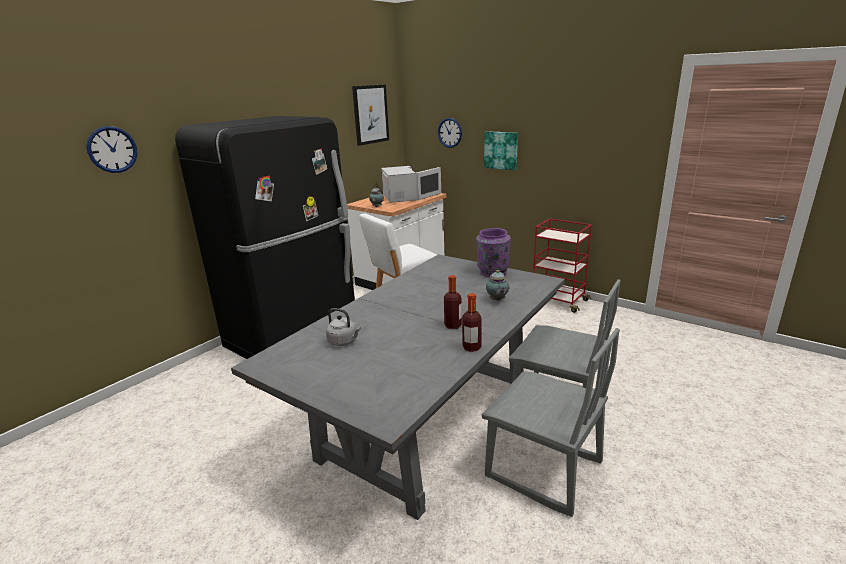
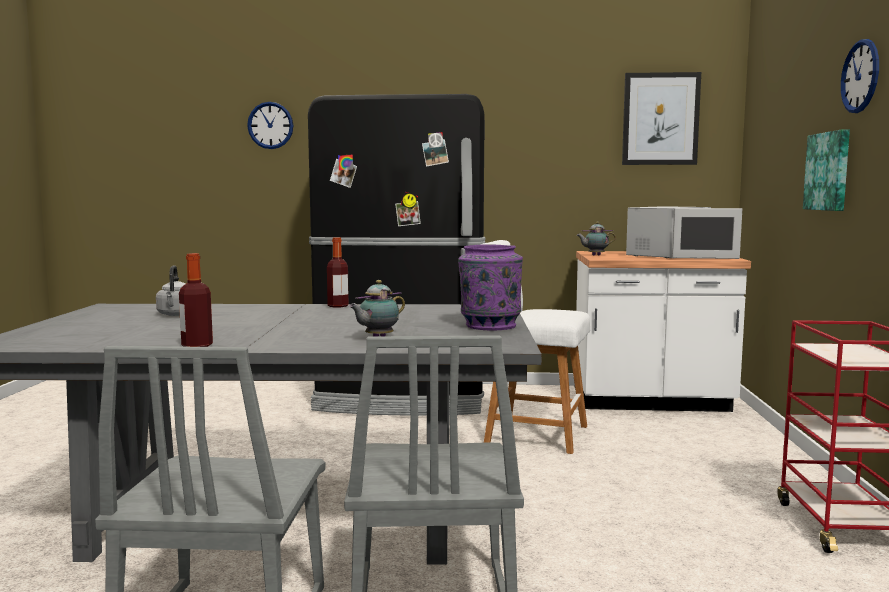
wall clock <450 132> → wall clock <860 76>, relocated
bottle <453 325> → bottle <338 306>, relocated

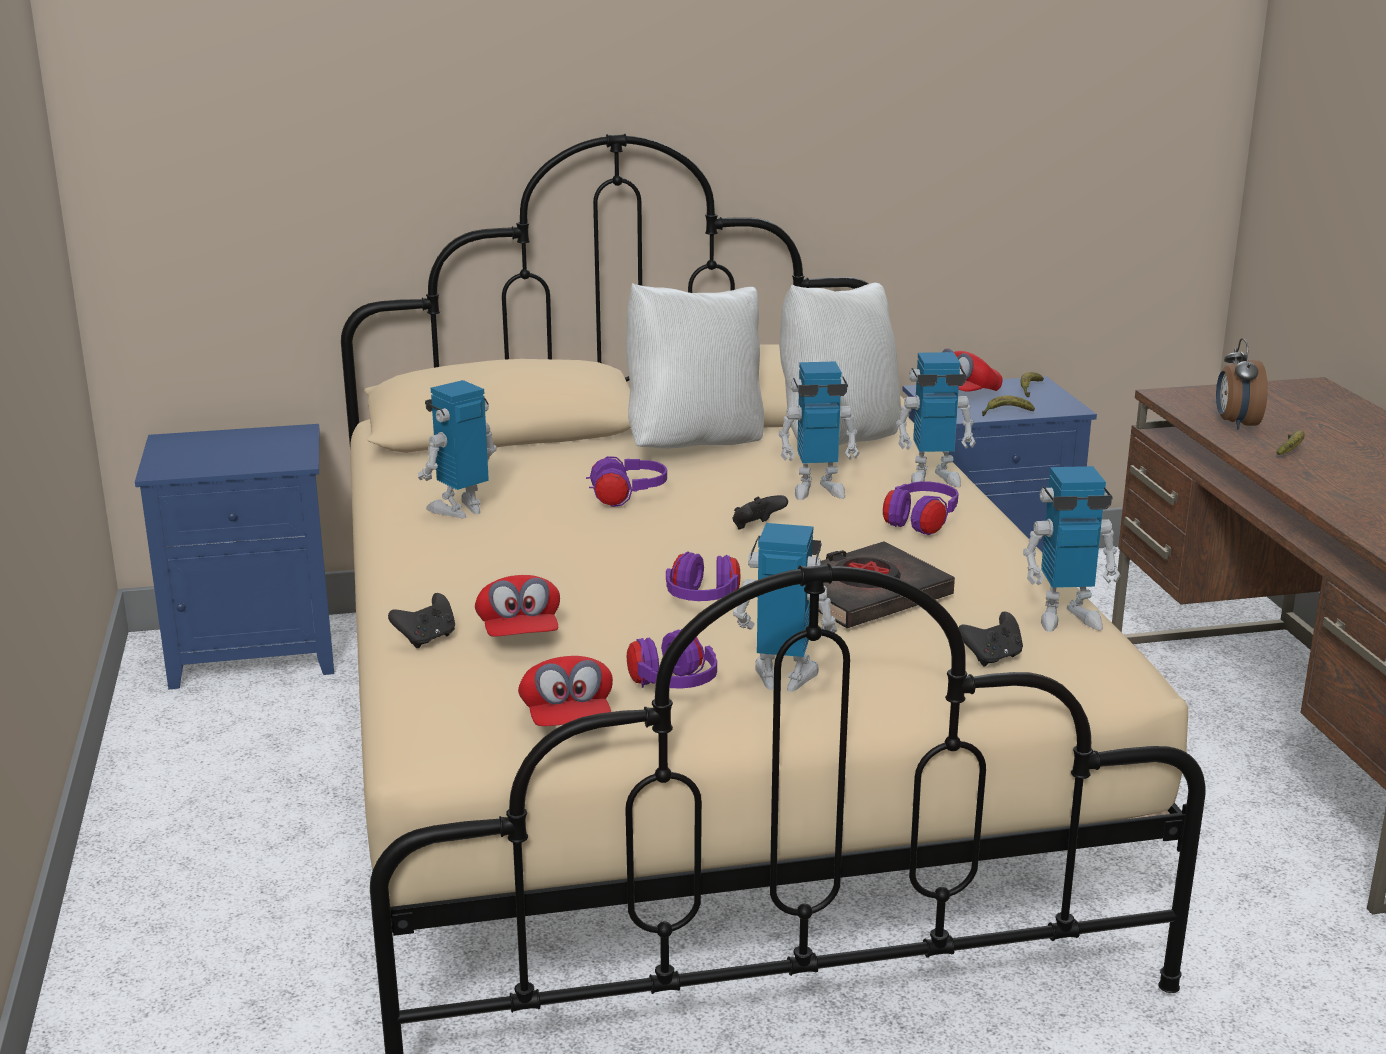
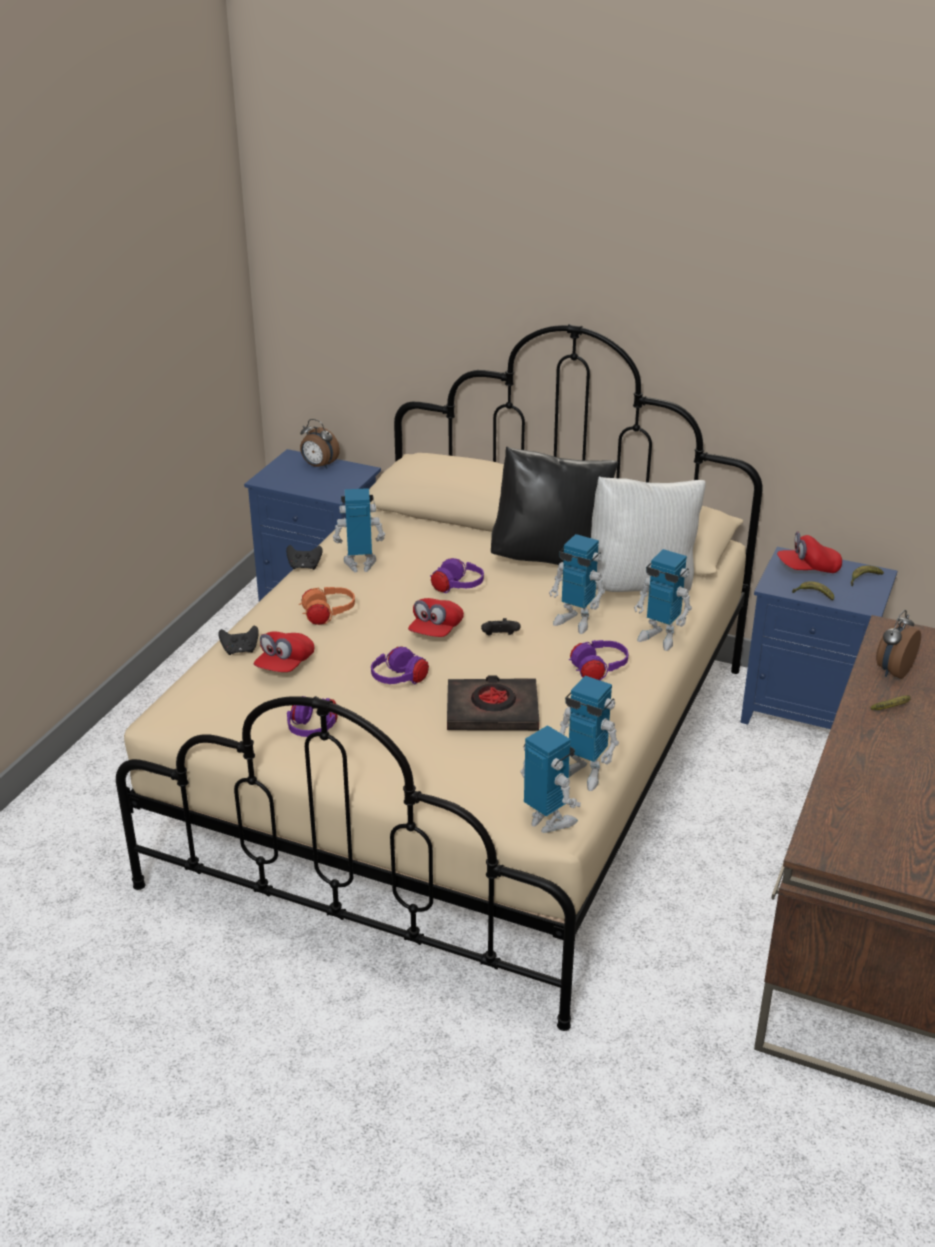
white pillow <694 445> → black pillow <551 558>
toy robot <783 679> → toy robot <548 821>, relocated
black game controller <992 658> → black game controller <304 566>, relocated
red cap <567 721> → red cap <436 631>, relocated
- → alarm clock <319 466>
- → orange headphones <328 616>

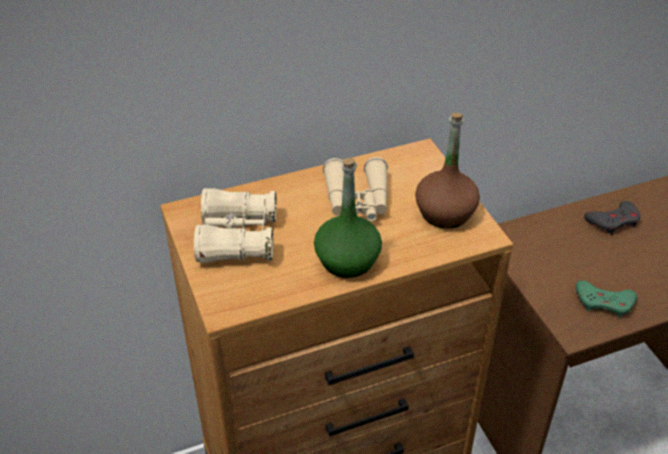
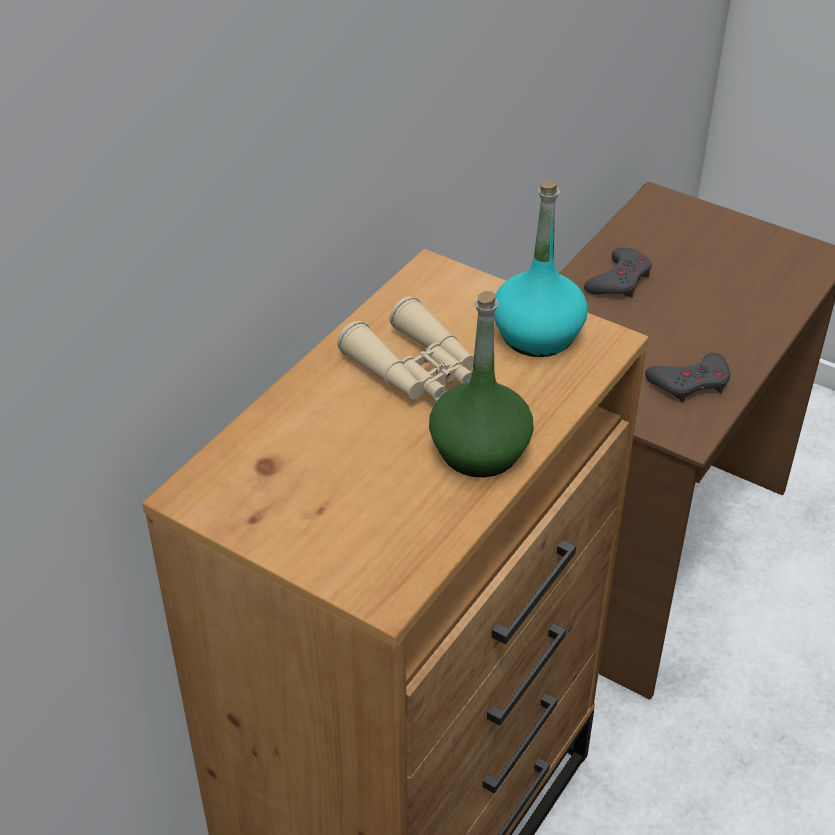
brown bottle <445 213> → turquoise bottle <537 335>
beige binoculars <237 238> → -
green game controller <604 302> → grey game controller <690 383>

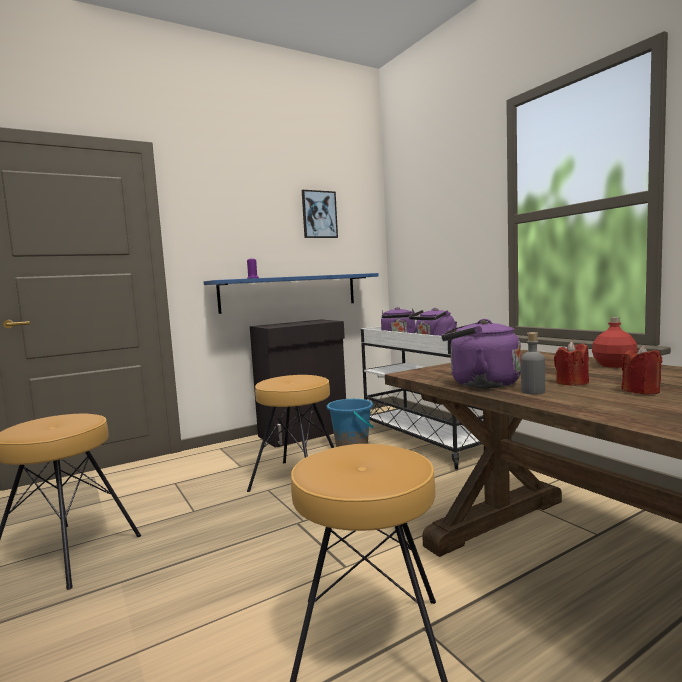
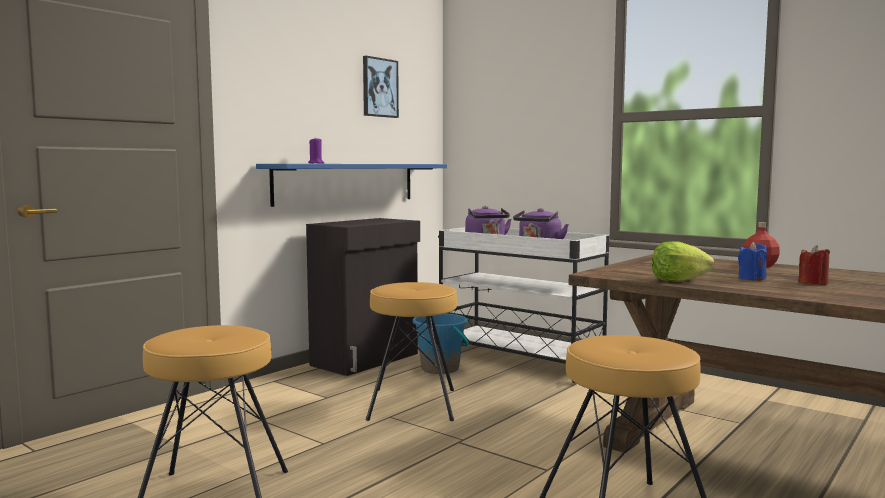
purple kettle <479 384> → lettuce <678 280>
grey bottle <533 391> → -
red candle <571 383> → blue candle <752 278>

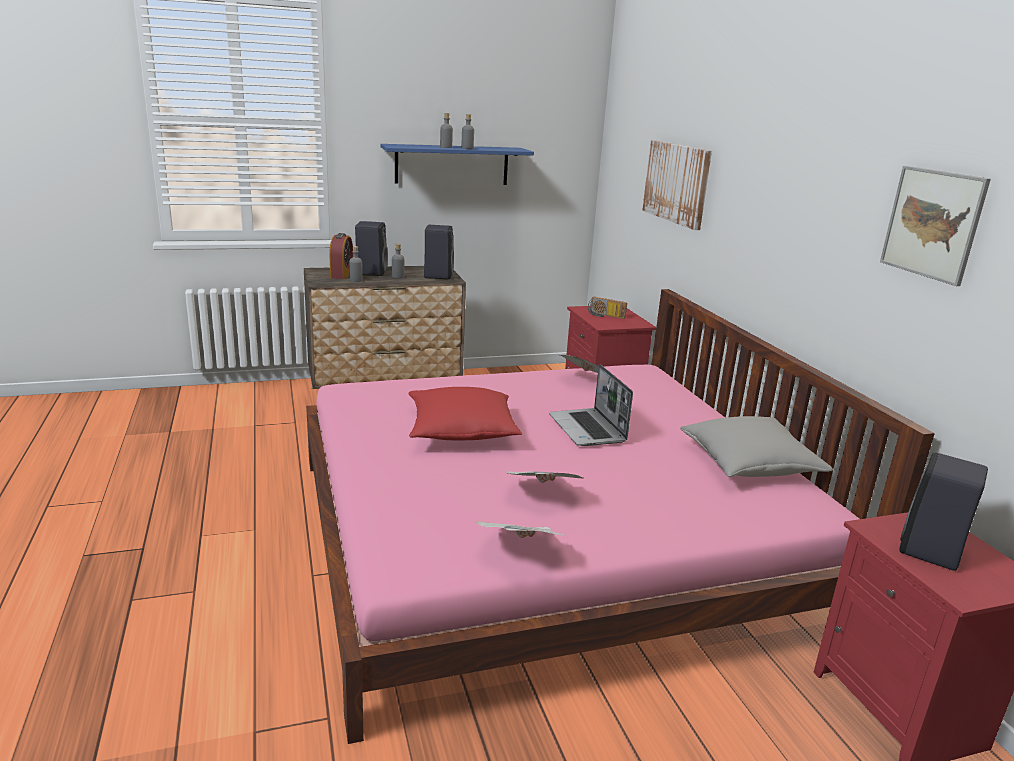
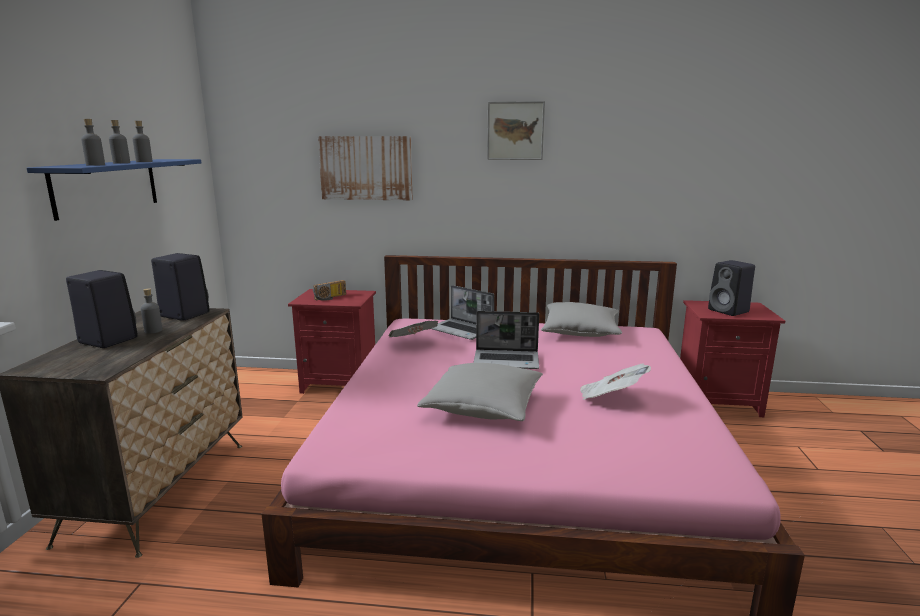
picture <932 223> → picture <515 131>, relocated
alarm clock <342 274> → -
grey bottle <356 280> → grey bottle <95 165>, relocated
red pillow <461 431> → grey pillow <483 407>
newspaper <522 550> → -
- → laptop <462 330>

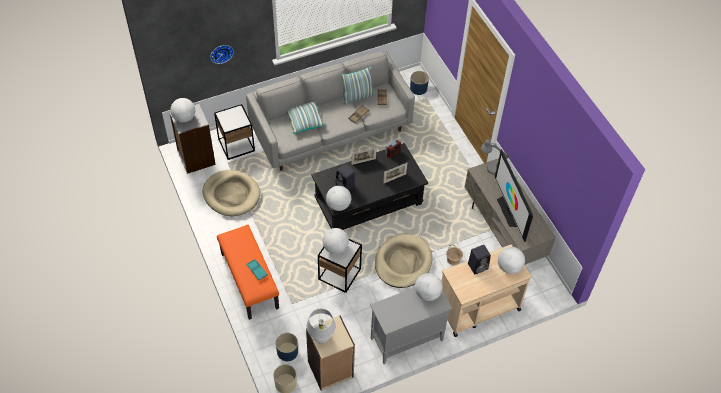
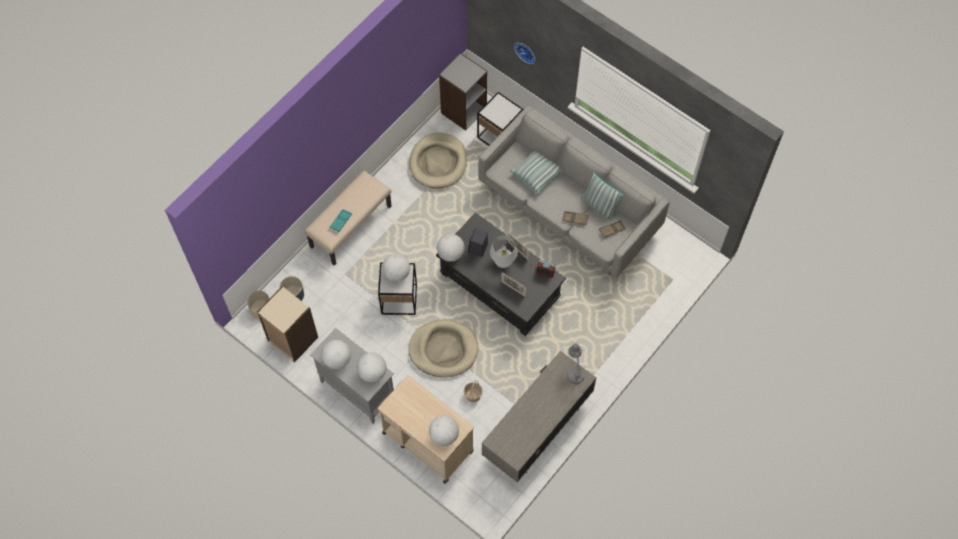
blue planter <418 88> → -
globe <184 118> → globe <337 359>, relocated
television <510 211> → -
orange bench <249 280> → beige bench <350 226>
black speaker <478 266> → -
white table lamp <321 337> → white table lamp <503 262>, relocated

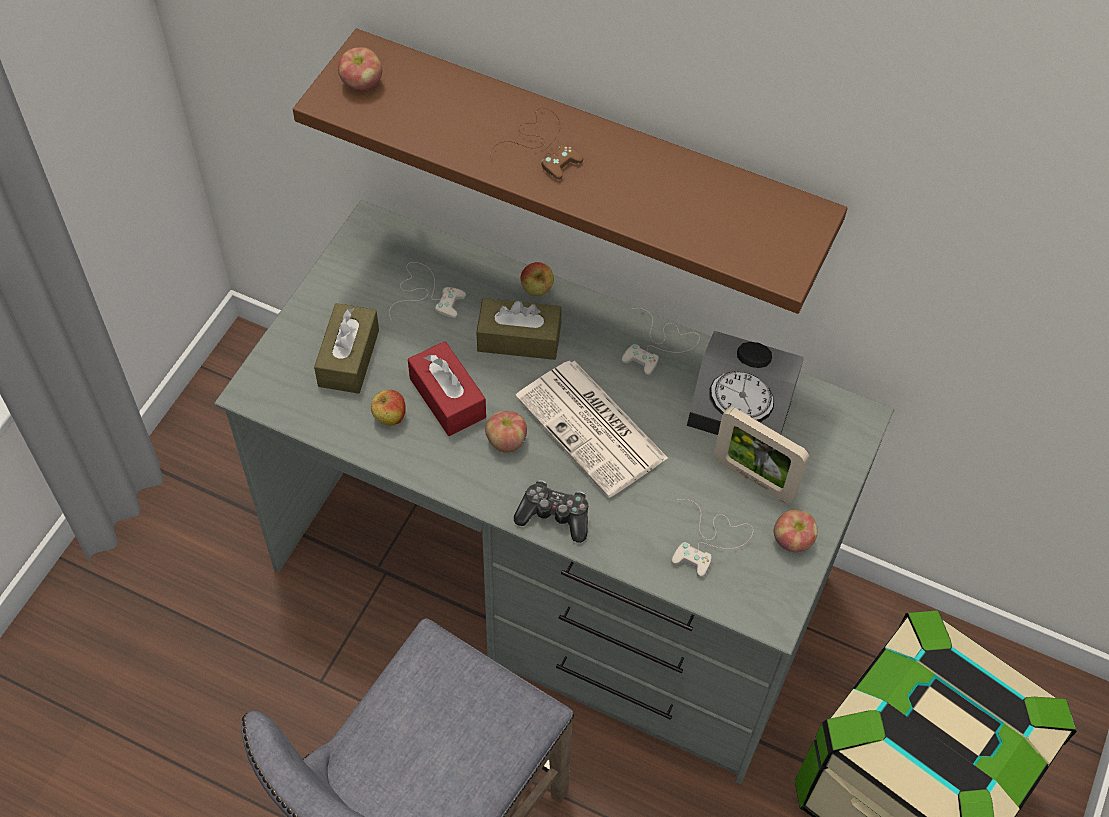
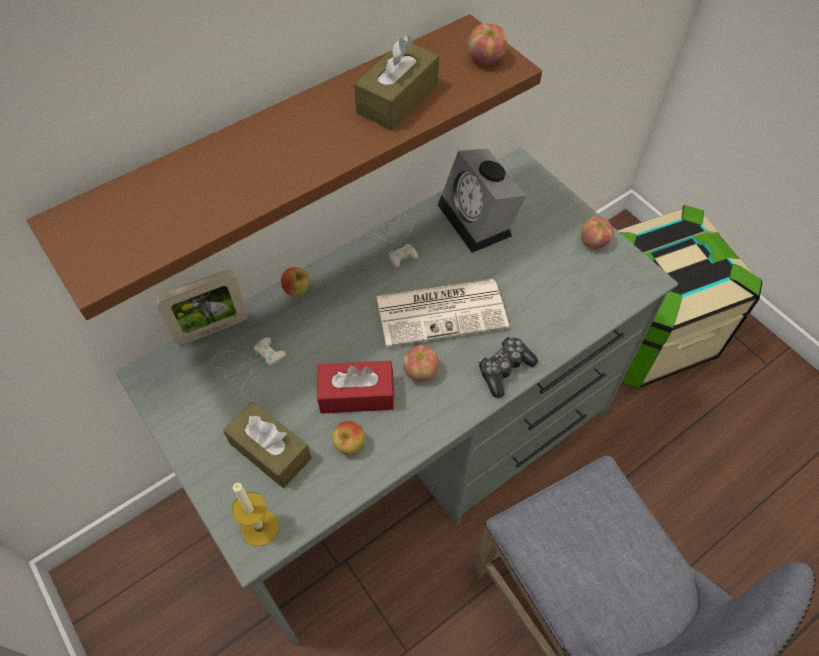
apple <362 84> → apple <486 60>, relocated
brown game controller <542 145> → -
brown tissue box <519 339> → brown tissue box <397 99>, relocated
alarm clock <743 411> → alarm clock <479 220>, 105 degrees clockwise
picture frame <753 479> → picture frame <212 329>, relocated
white game controller <710 540> → -
- → candle <259 527>

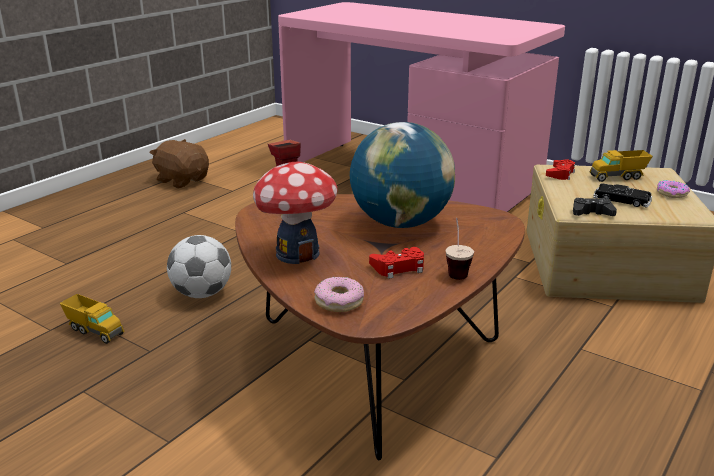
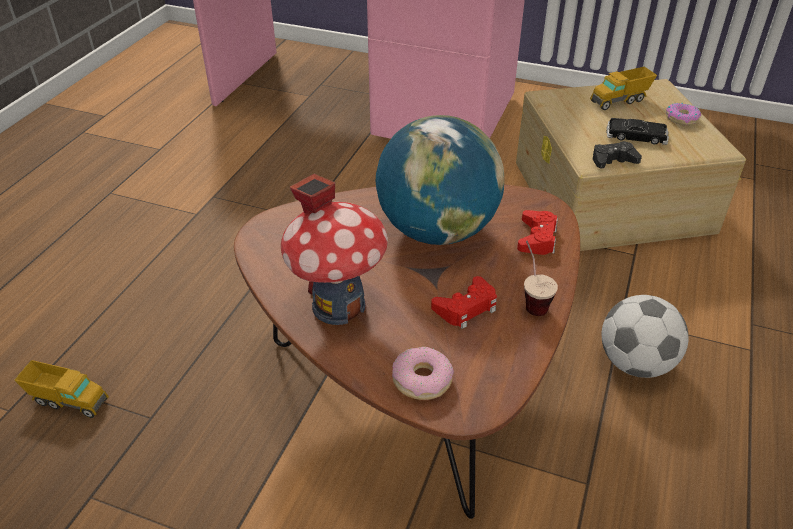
brown plush toy <182 180> → -
red game controller <560 174> → red game controller <537 238>, relocated
football <202 293> → football <635 363>, relocated

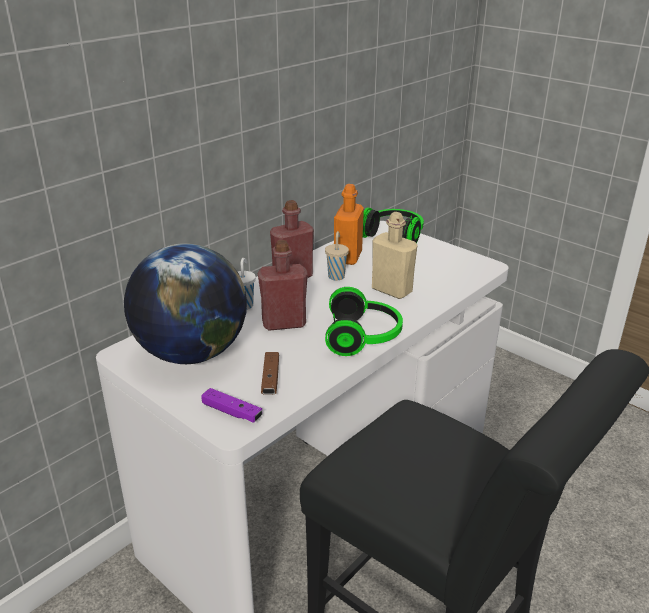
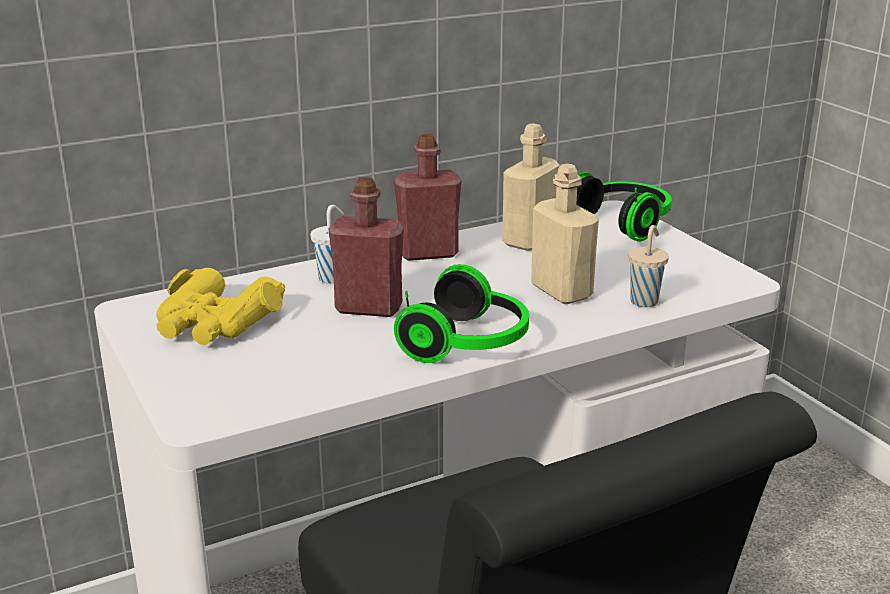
orange bottle <348 257> → beige bottle <529 240>
beige cup <336 276> → beige cup <644 301>, relocated
globe <191 353> → yellow binoculars <215 323>
brown game controller <270 379> → -
purple game controller <232 412> → -

